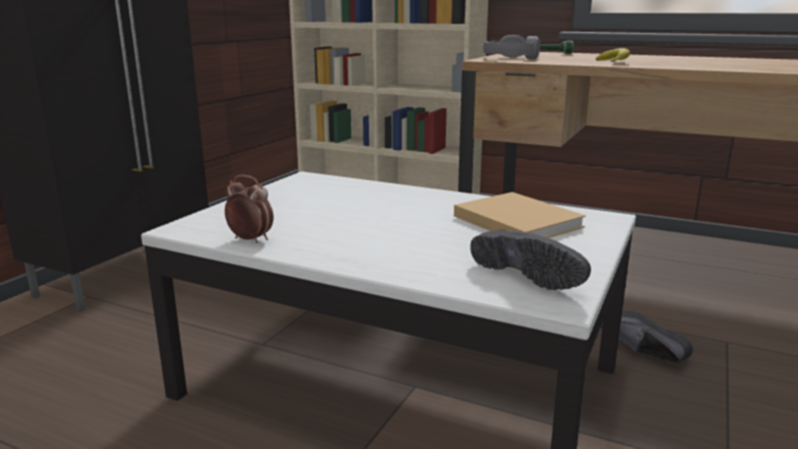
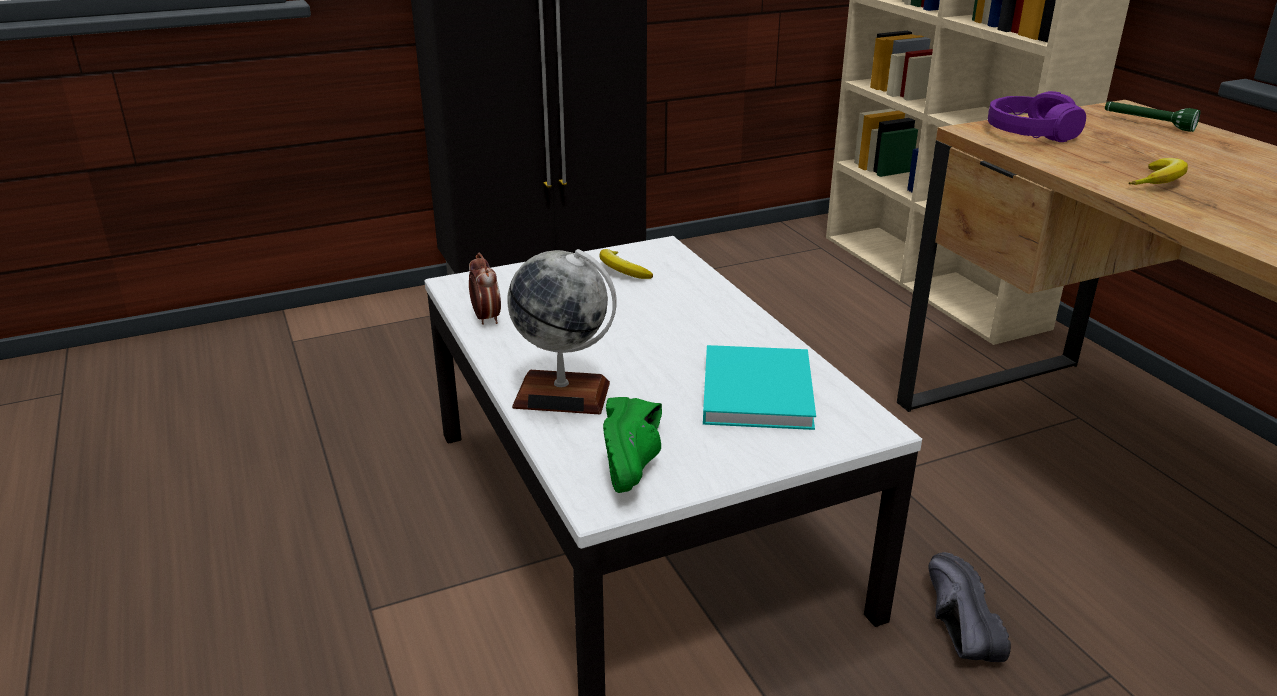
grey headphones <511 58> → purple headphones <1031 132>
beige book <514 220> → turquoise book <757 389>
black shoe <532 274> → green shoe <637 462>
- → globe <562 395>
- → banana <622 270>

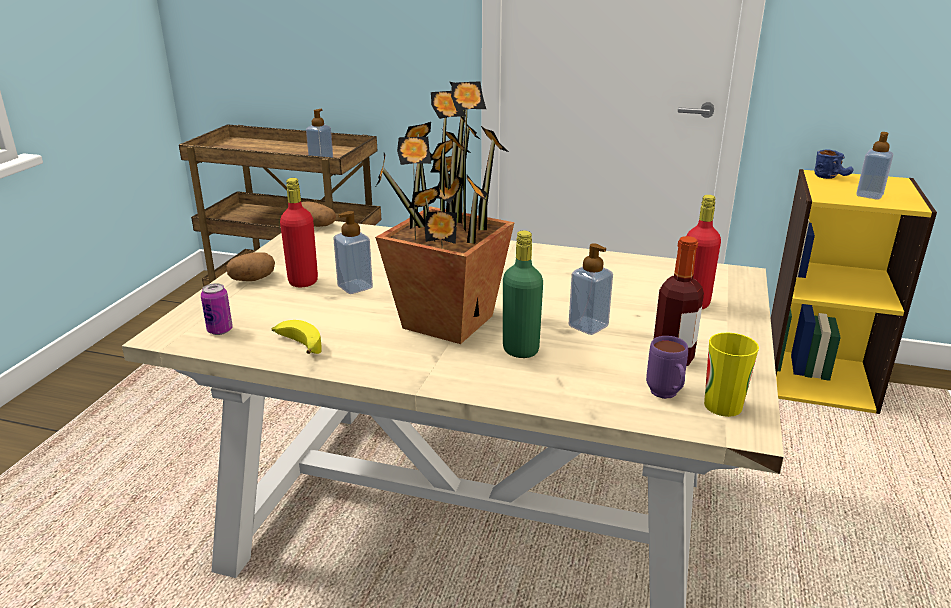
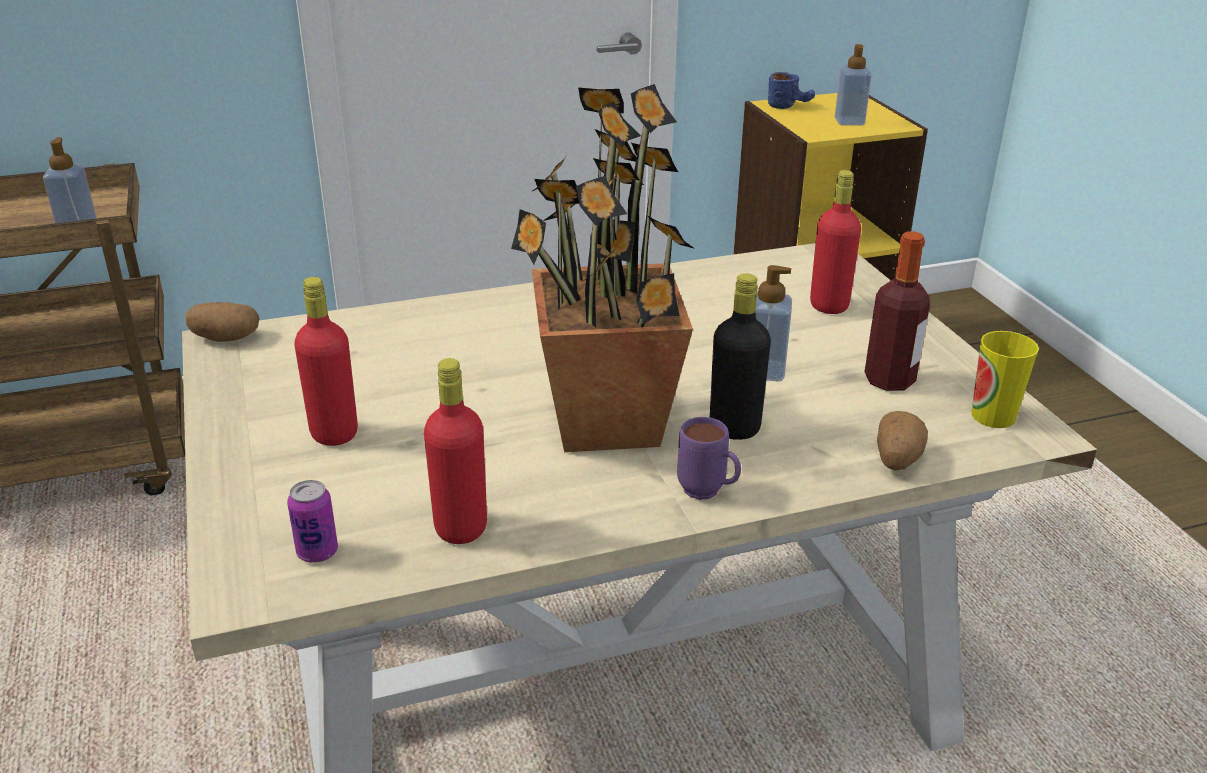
soap dispenser <355 287> → -
green bottle <520 350> → black bottle <734 428>
potato <253 279> → potato <897 459>, relocated
banana <297 344> → red bottle <461 528>
purple mug <666 396> → purple mug <708 494>, relocated

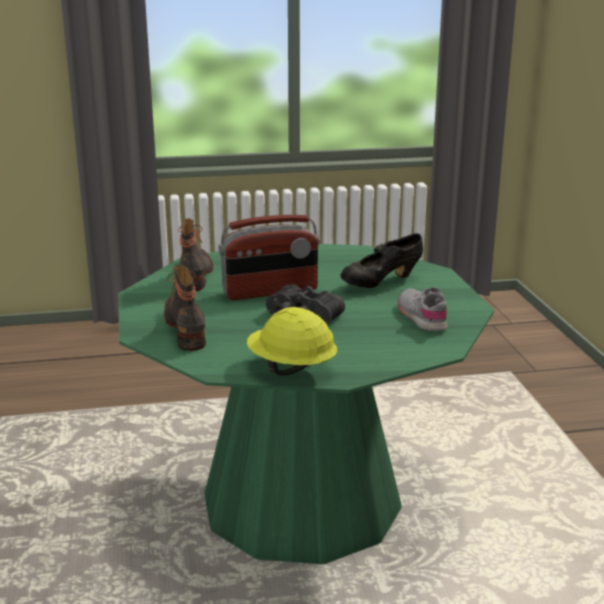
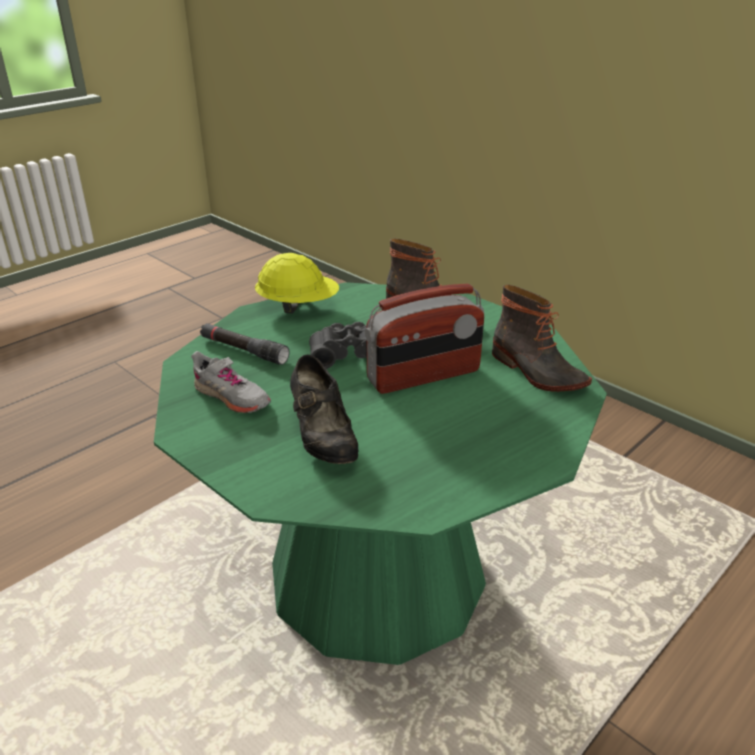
radio <270 292> → radio <424 376>, 150 degrees counterclockwise
black shoe <381 283> → black shoe <323 438>, 135 degrees clockwise
- → black flashlight <244 350>

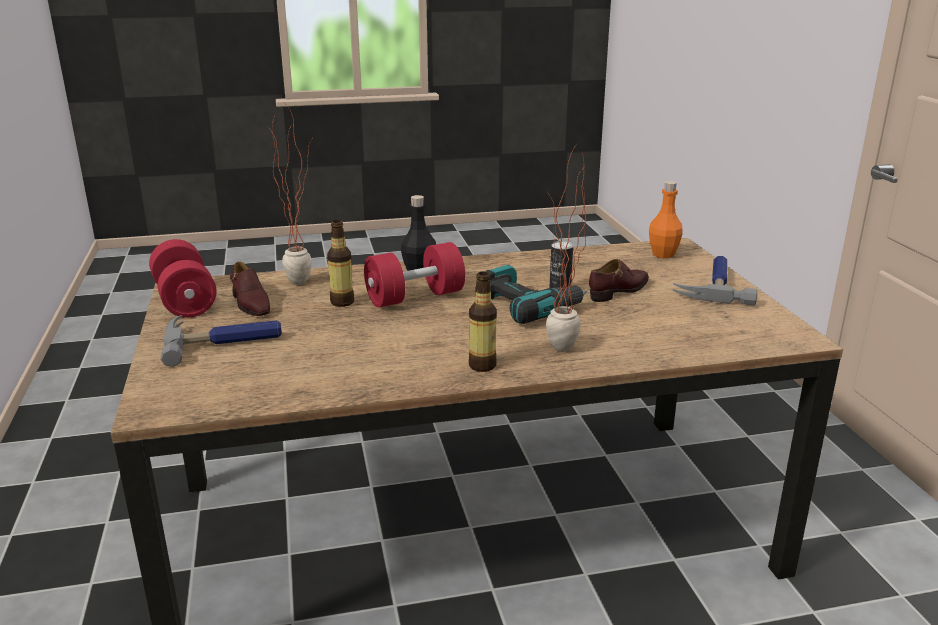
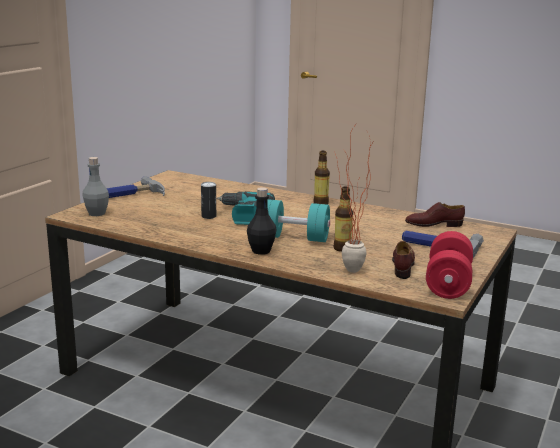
potted plant <559 353> → -
orange bottle <663 254> → grey bottle <96 213>
red dumbbell <415 297> → turquoise dumbbell <294 238>
brown shoe <619 291> → brown shoe <433 224>, relocated

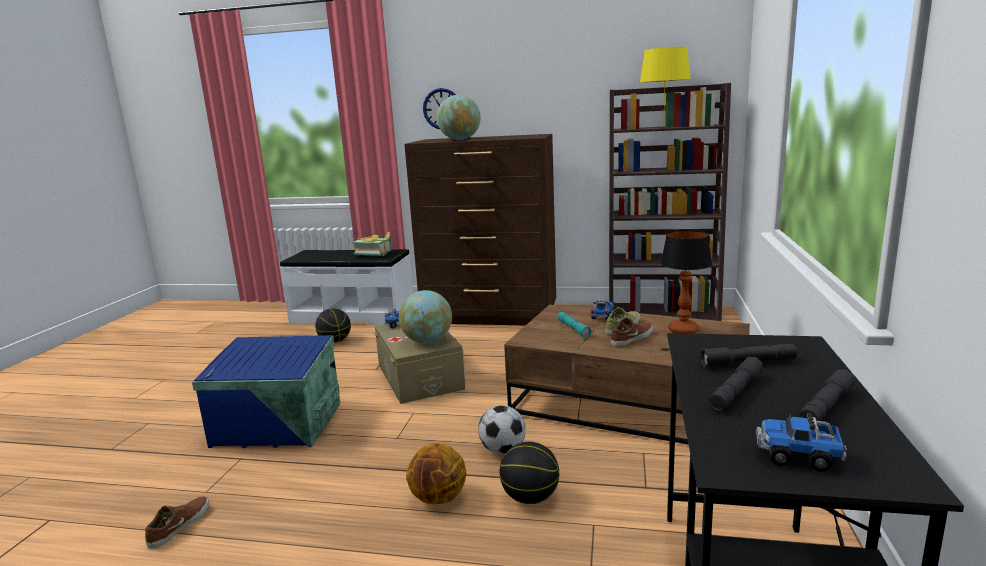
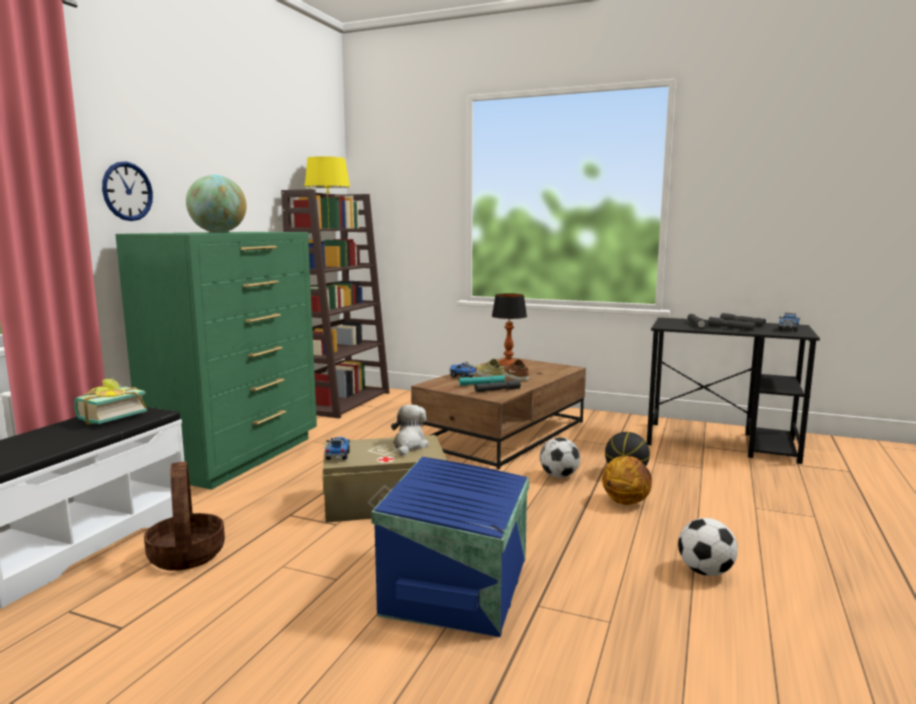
brown dresser <491 315> → green dresser <239 457>
globe <427 341> → plush toy <409 446>
basketball <335 341> → basket <186 555>
brown shoe <178 525> → -
- → grey flashlight <497 390>
- → football <705 571>

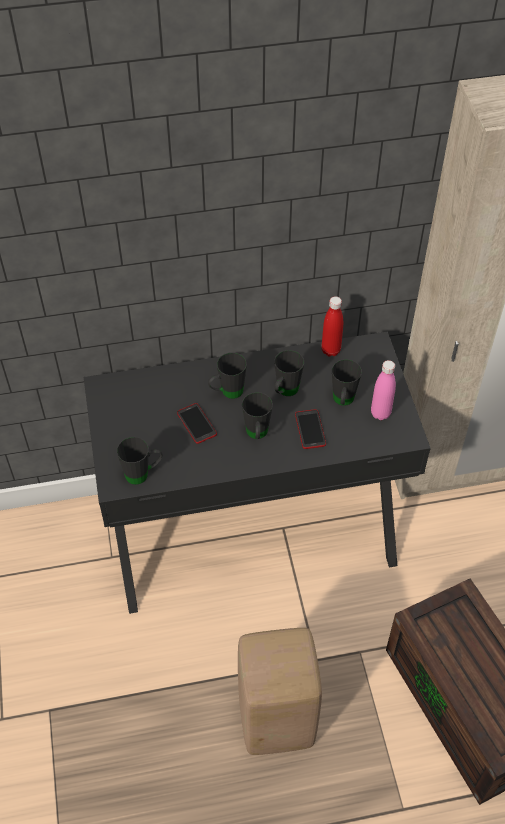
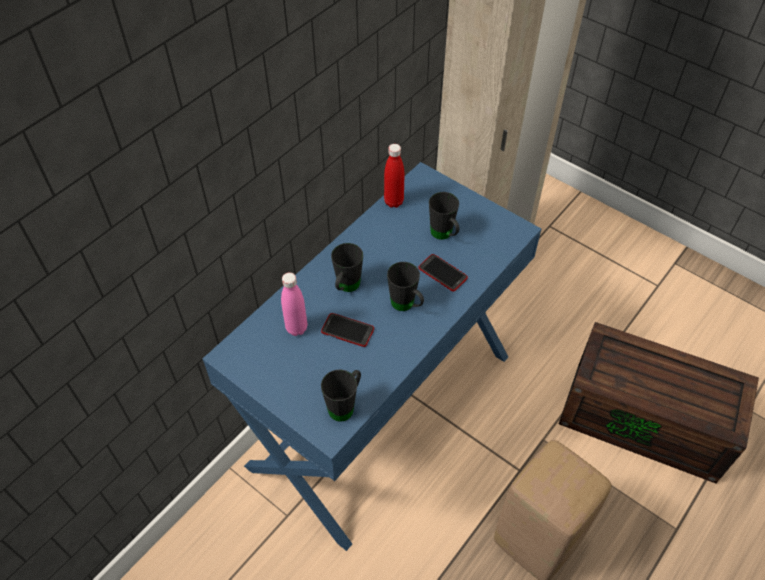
black desk <252 530> → blue desk <381 407>
black mug <285 392> → -
pink bottle <380 413> → pink bottle <296 328>, relocated

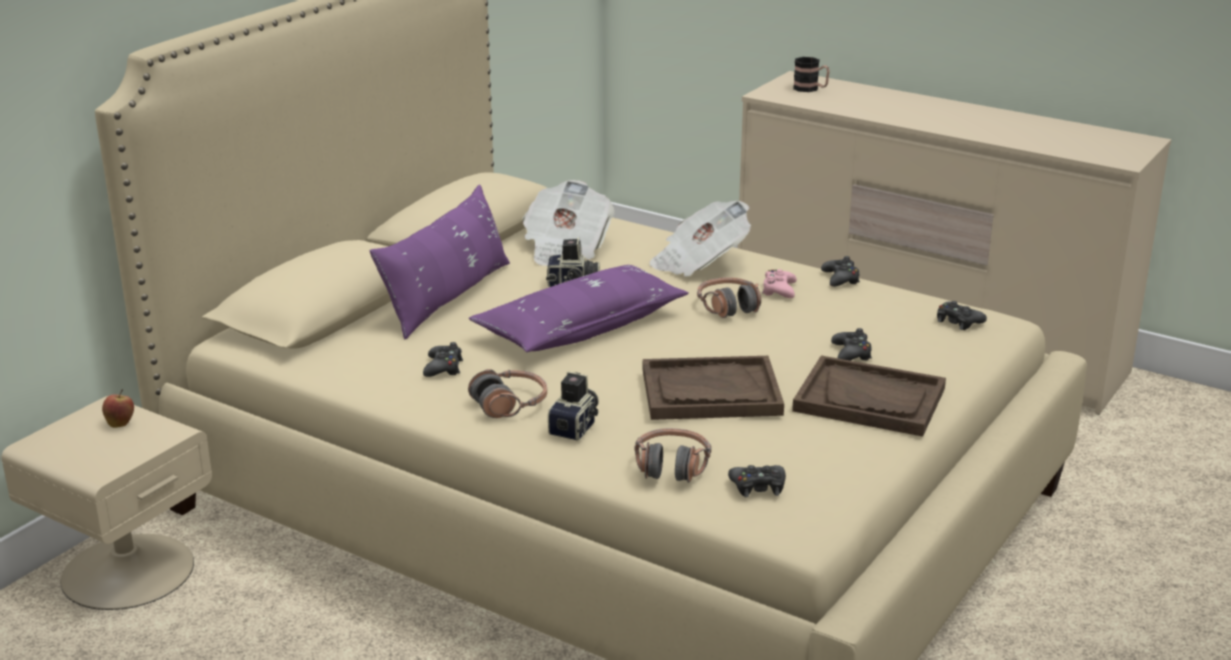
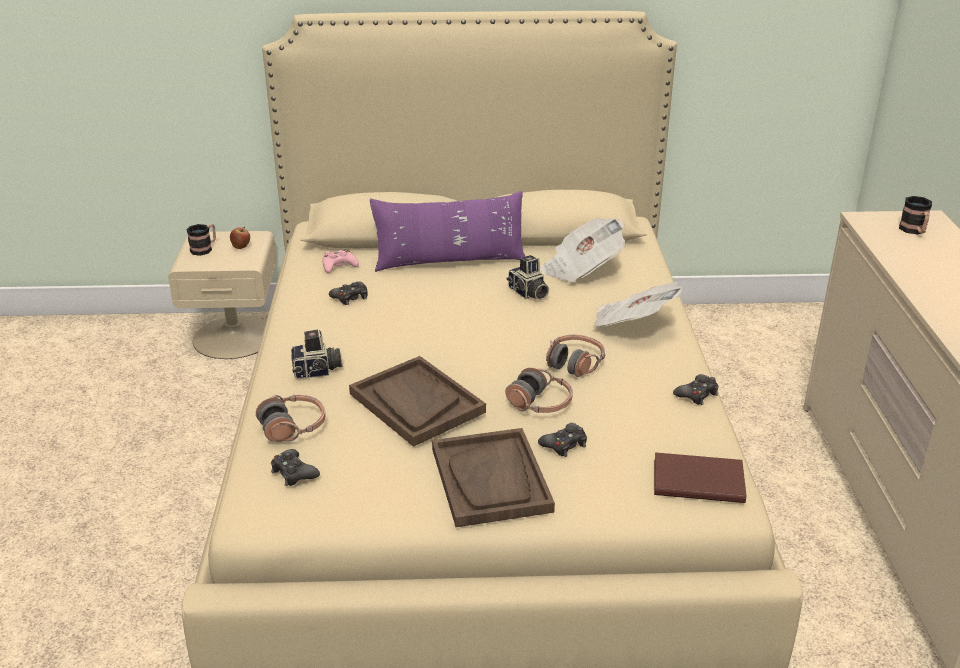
purple pillow <581 327> → -
pink game controller <779 290> → pink game controller <339 266>, relocated
black game controller <958 321> → brown book <697 480>
headphones <510 404> → headphones <540 403>, relocated
- → mug <204 248>

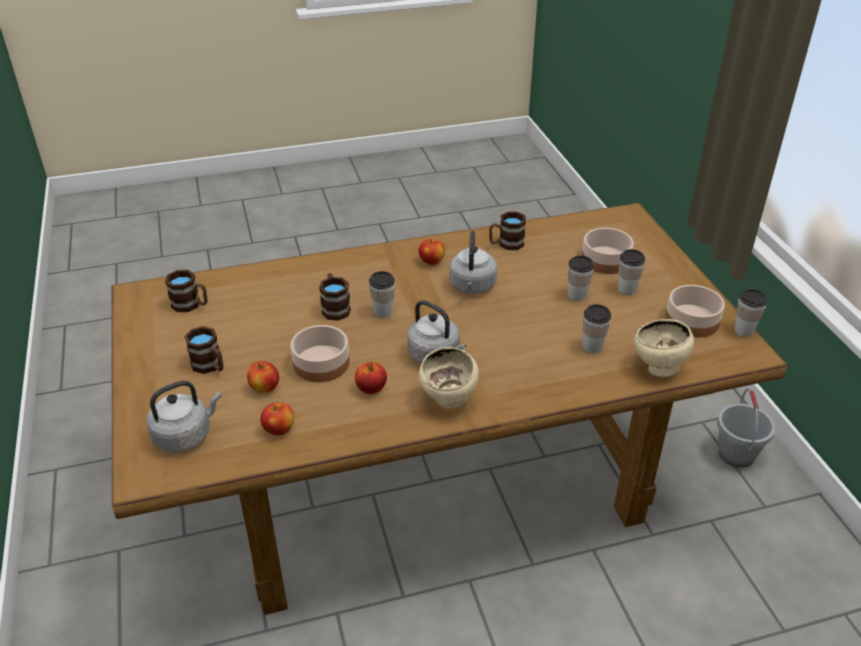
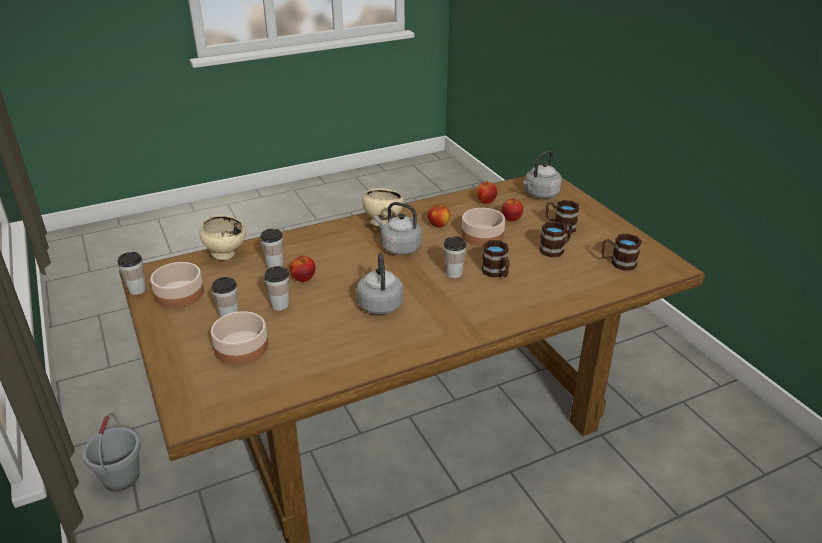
brown mug <506 244> → brown mug <555 249>, relocated
apple <432 261> → apple <303 278>, relocated

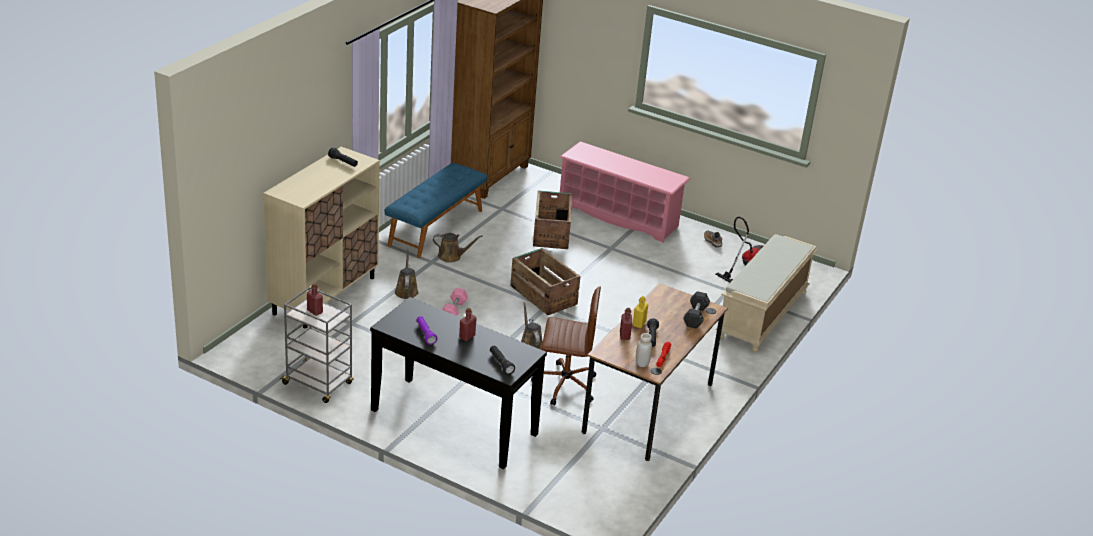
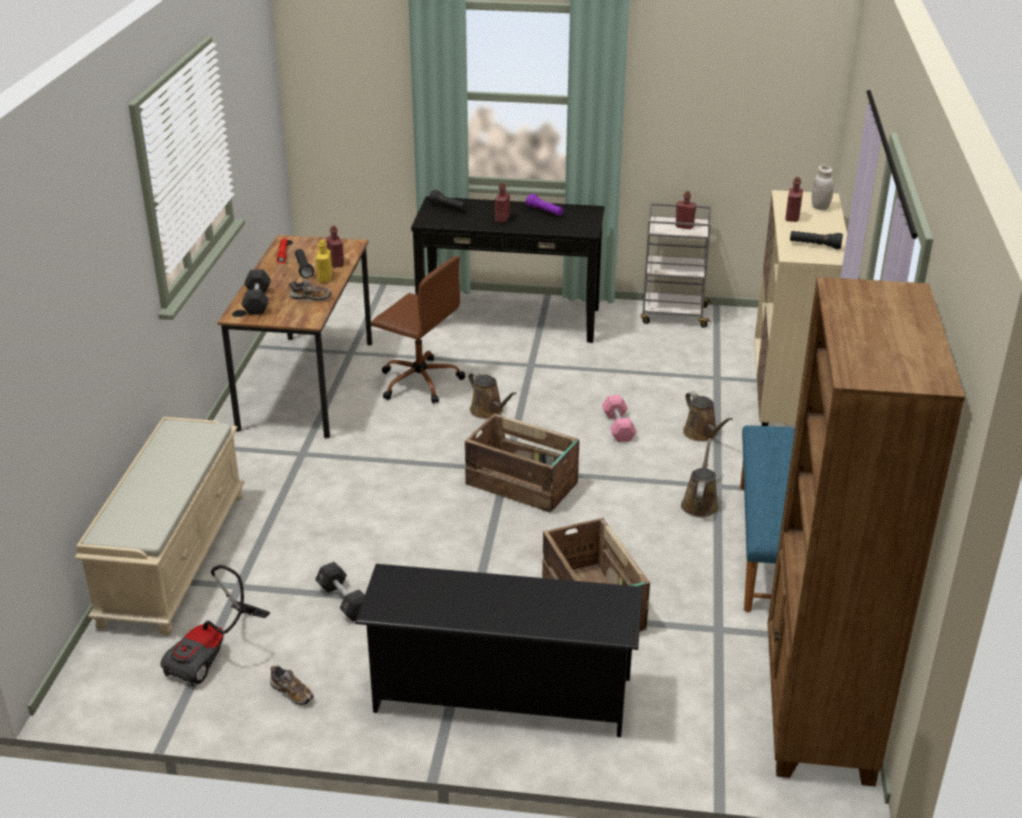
pink shoe rack <619 216> → black shoe rack <501 695>
brown watering can <452 256> → brown watering can <700 503>, 120 degrees clockwise
brown office chair <564 385> → brown office chair <419 381>, 135 degrees counterclockwise
white jar <642 363> → white jar <820 207>, relocated
- → red bottle <792 218>
- → shoe <310 298>
- → black dumbbell <344 601>

